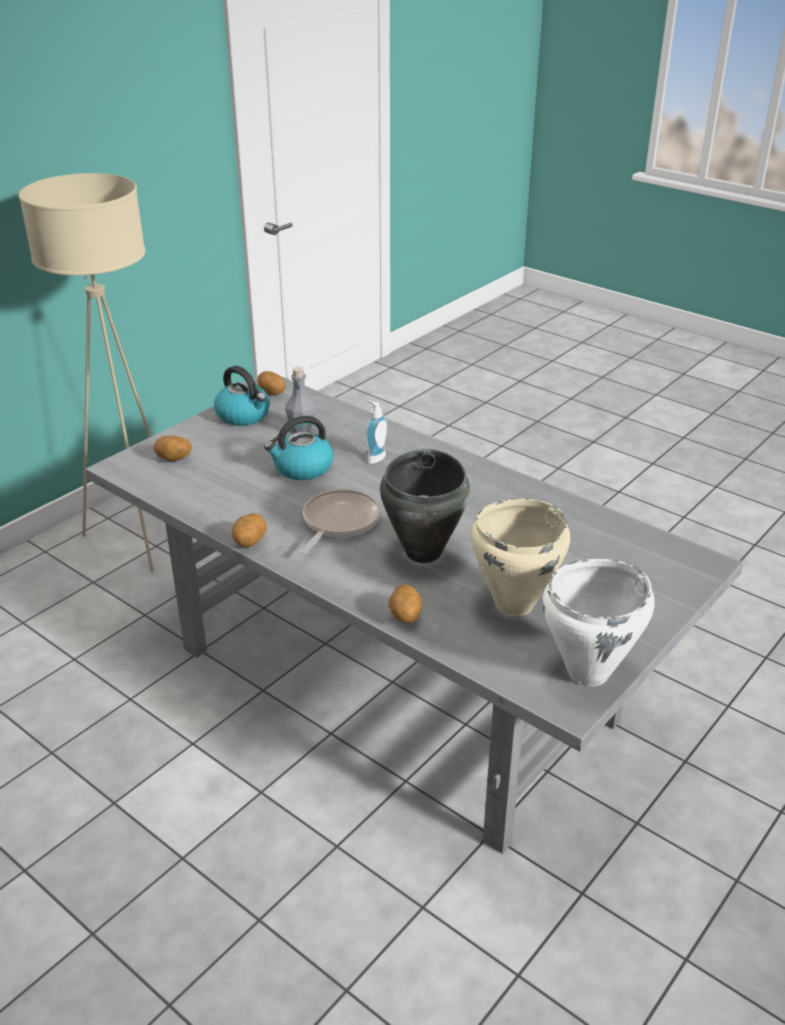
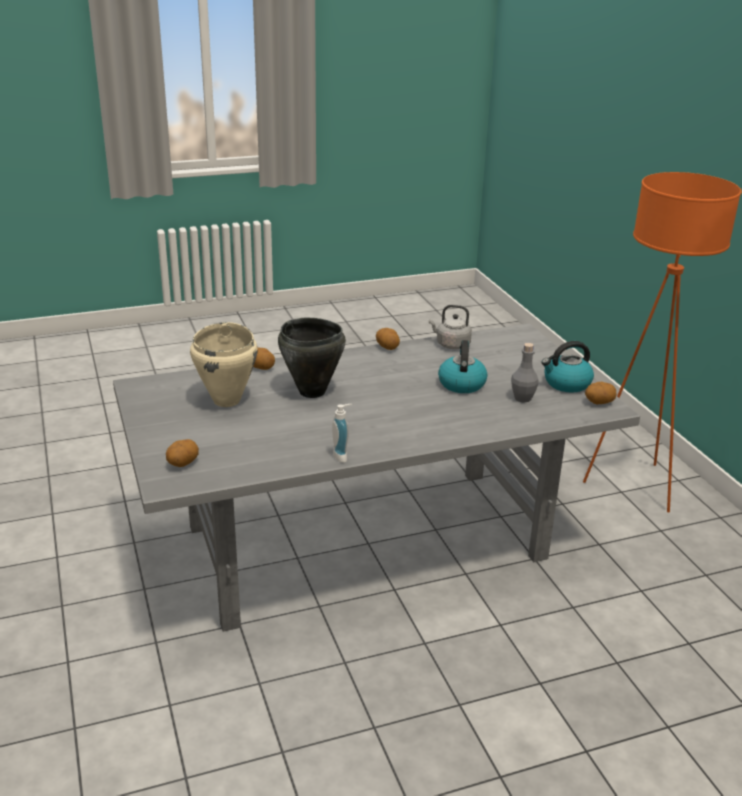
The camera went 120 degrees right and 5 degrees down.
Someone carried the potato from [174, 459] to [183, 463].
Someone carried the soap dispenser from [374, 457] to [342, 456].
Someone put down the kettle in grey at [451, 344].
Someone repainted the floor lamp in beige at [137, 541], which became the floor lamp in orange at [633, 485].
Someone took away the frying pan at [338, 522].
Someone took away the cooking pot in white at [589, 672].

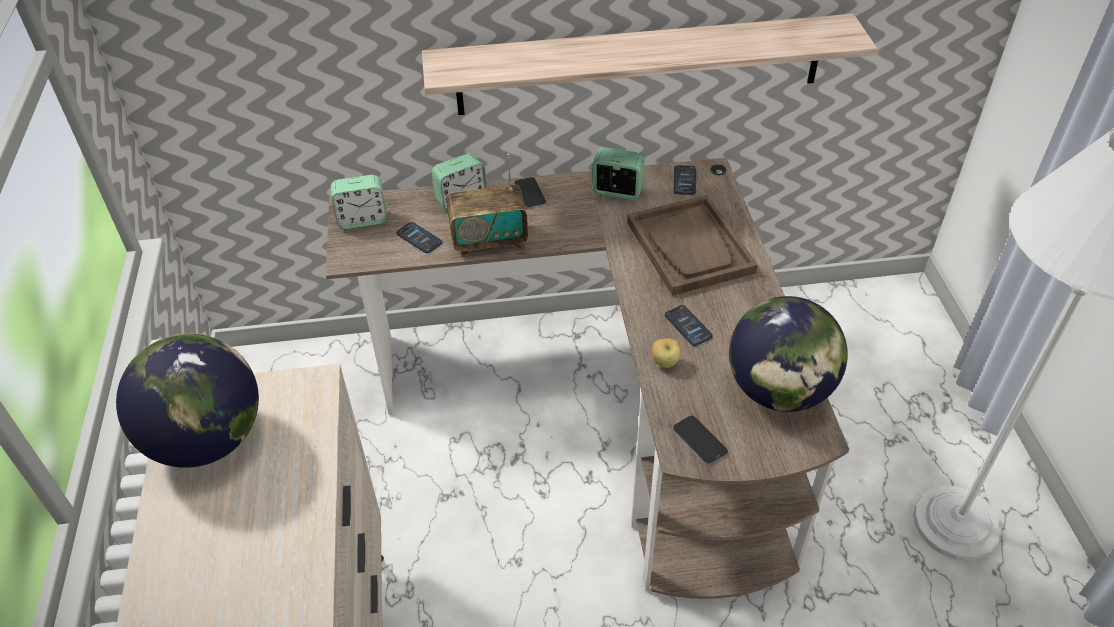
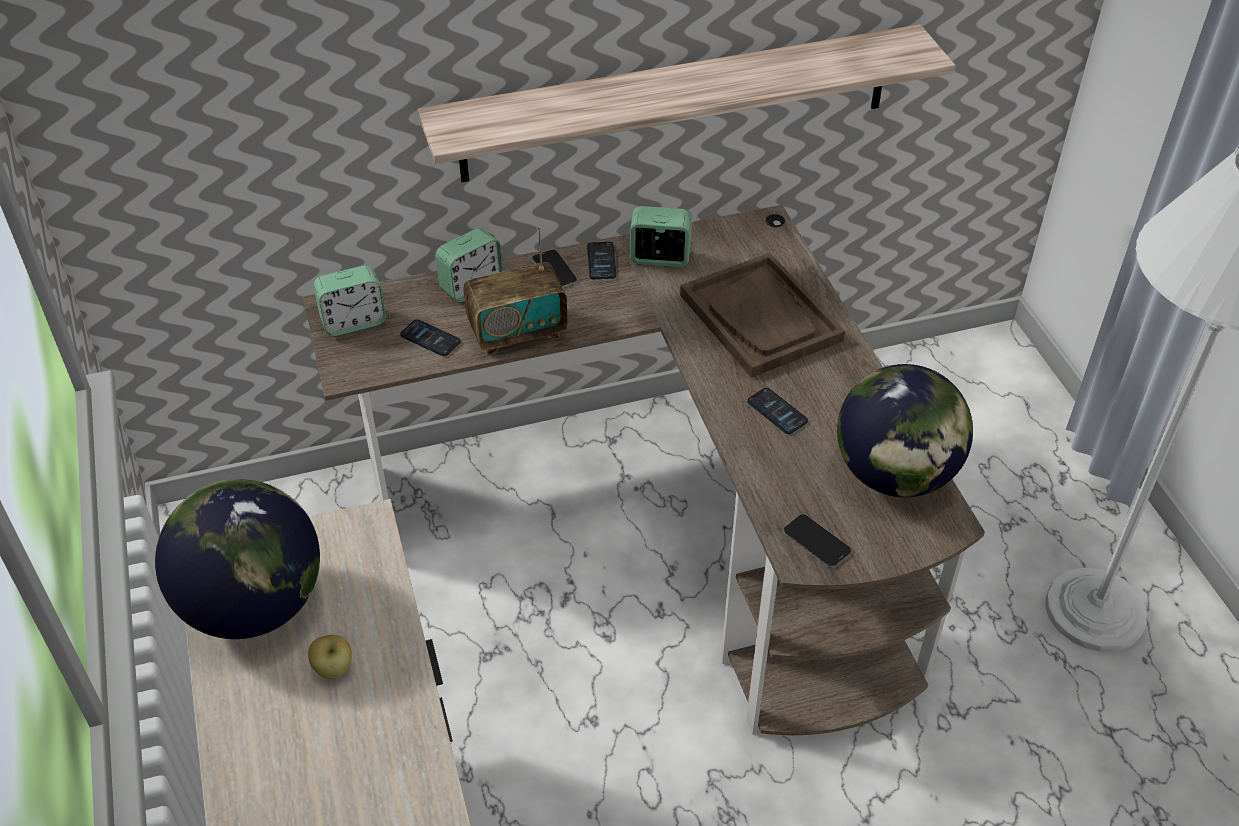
The camera went 10 degrees left and 0 degrees up.
Someone carried the apple from [665, 363] to [334, 669].
Someone carried the phone from [684, 180] to [601, 261].

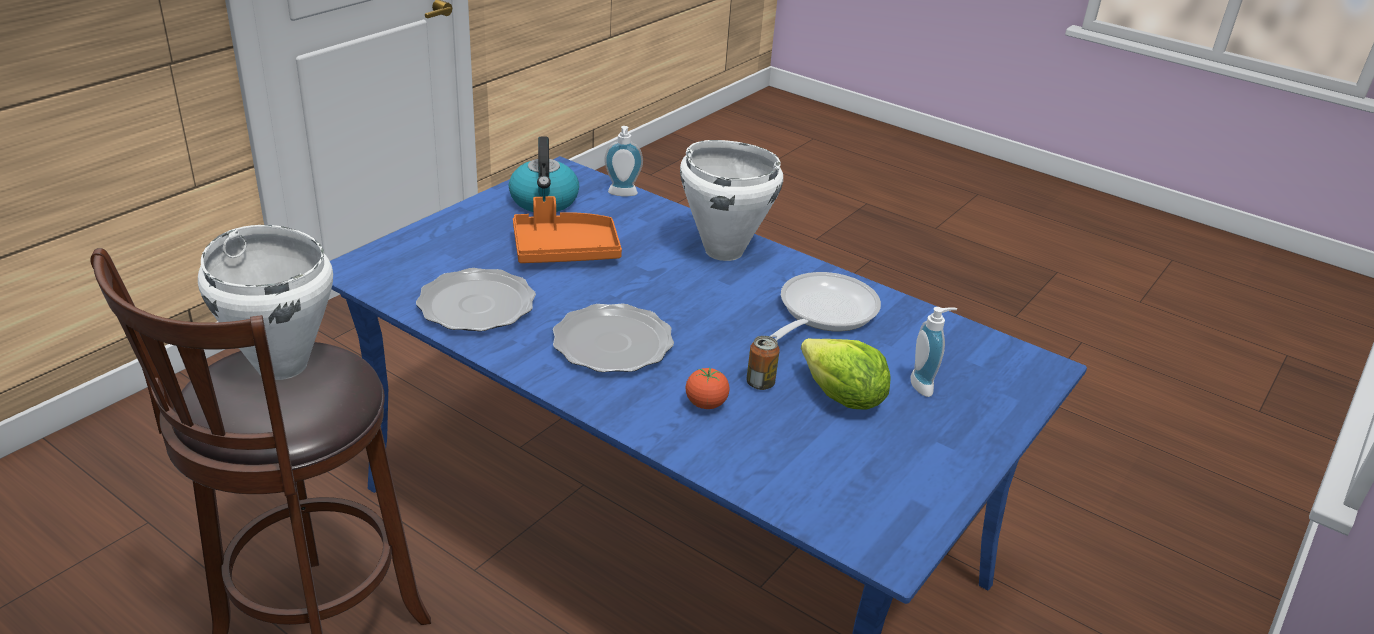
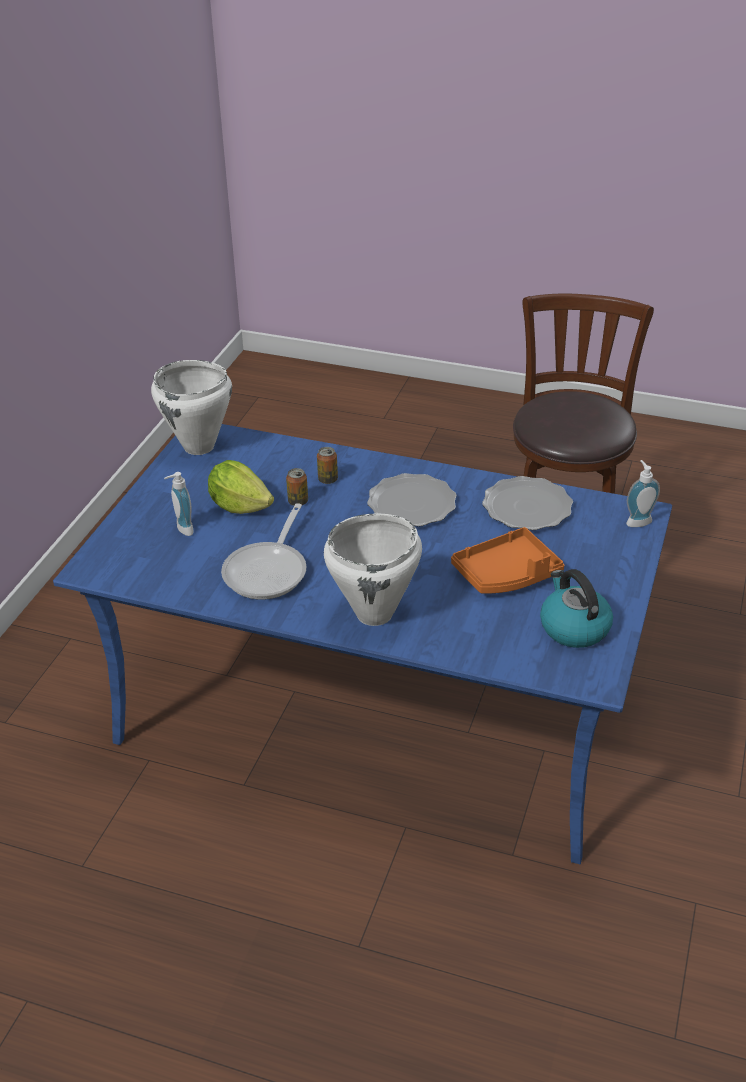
The camera went 165 degrees right and 5 degrees up.
Someone carried the cooking pot in white from [282, 365] to [199, 447].
Someone swapped the tomato at [706, 404] for the can at [328, 479].
Someone carried the soap dispenser from [622, 195] to [637, 521].

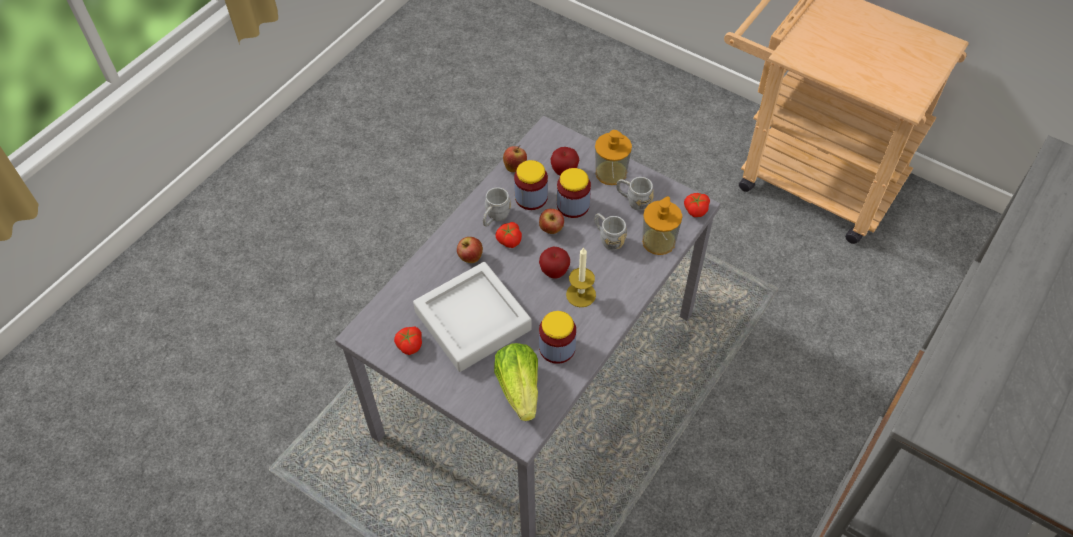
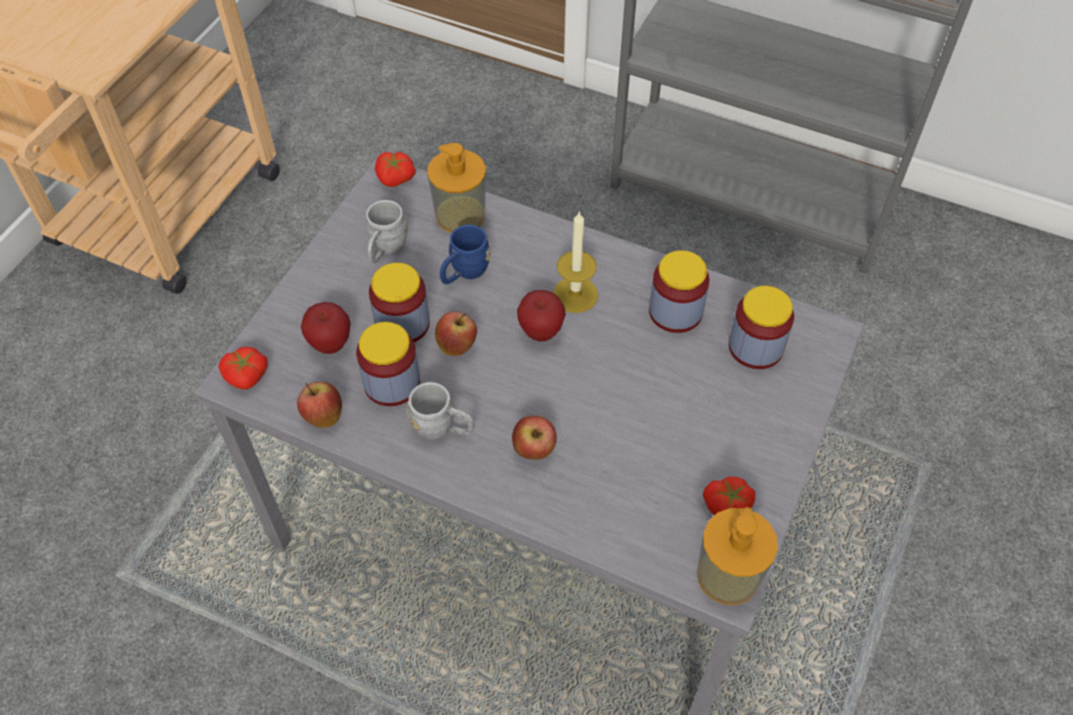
The camera went 100 degrees left and 0 degrees up.
Someone carried the tomato from [508, 240] to [246, 377].
Someone repainted the mug in grey at [608, 238], which became the mug in blue at [464, 273].
Someone carried the soap dispenser from [611, 173] to [728, 575].
Someone swapped the lettuce at [519, 388] for the jar at [755, 347].
Someone took away the tray in grey at [473, 321].

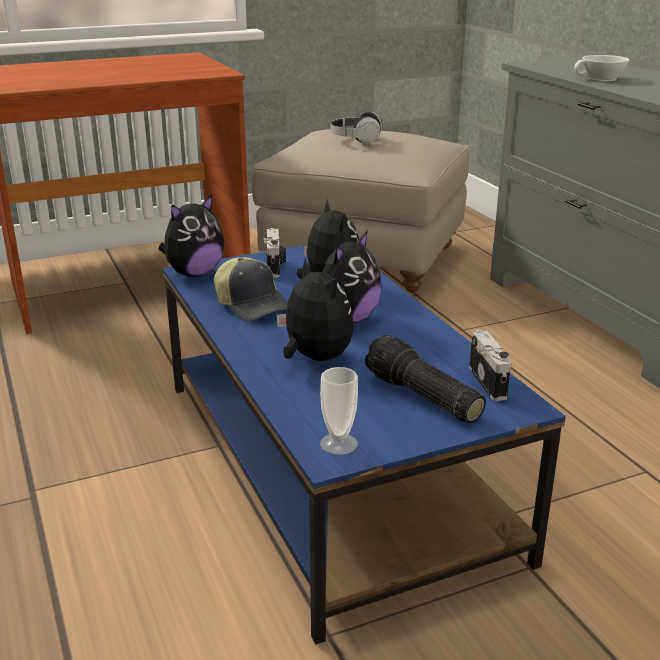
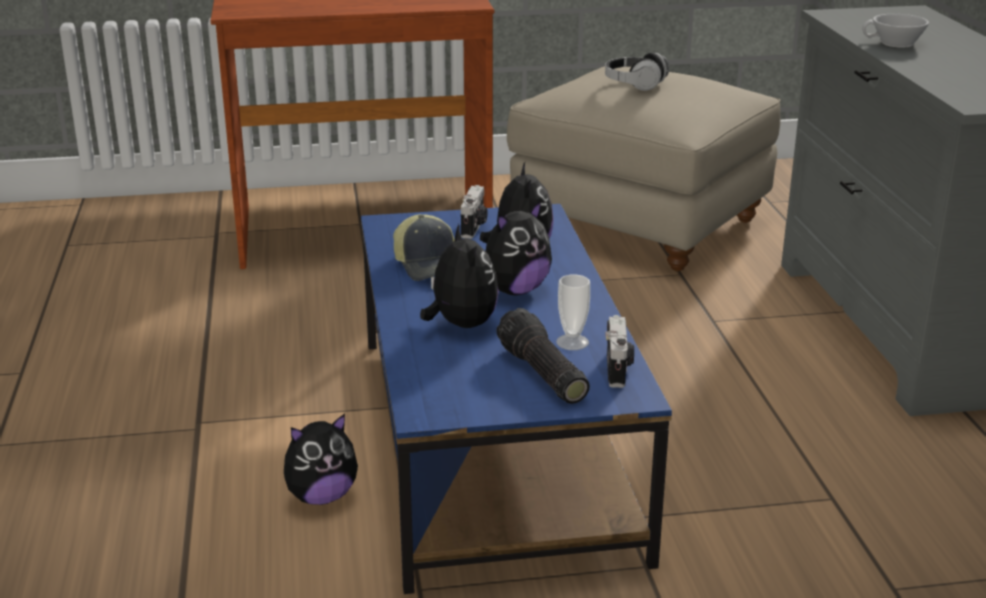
The camera went 15 degrees right and 0 degrees up.
Someone carried the plush toy from [194, 273] to [321, 496].
Someone carried the cup from [338, 444] to [572, 342].

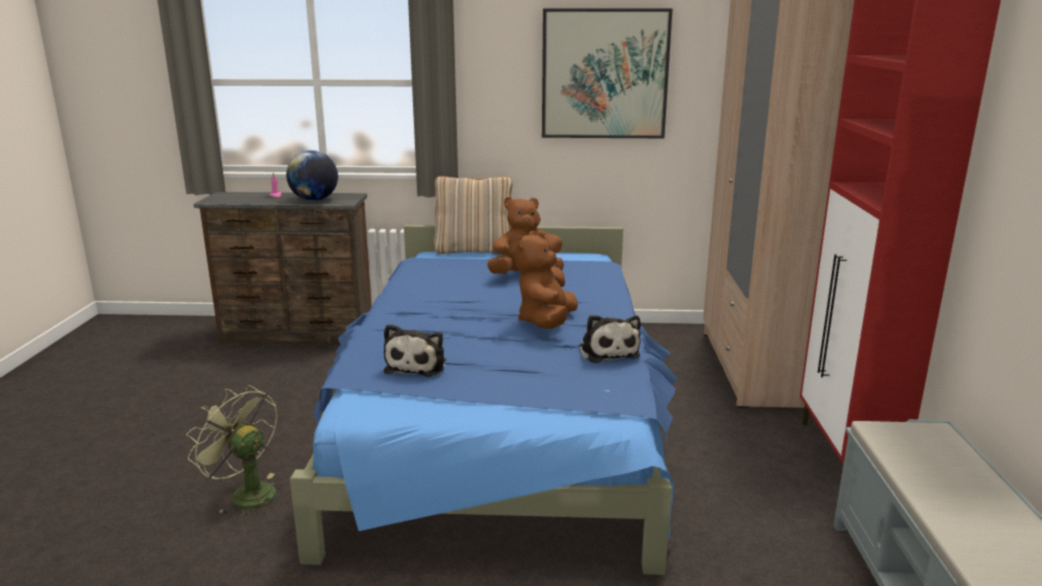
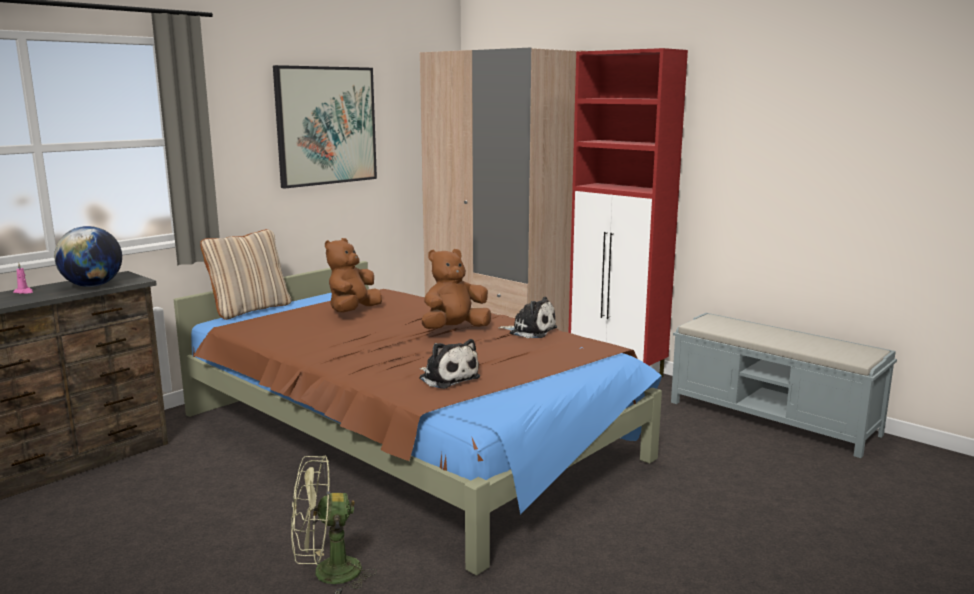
The camera went 50 degrees left and 5 degrees down.
Someone repainted the bed in blue at [501, 419], which became the bed in brown at [409, 437].
Someone rotated the plush toy in brown at [546, 322] by 90 degrees clockwise.

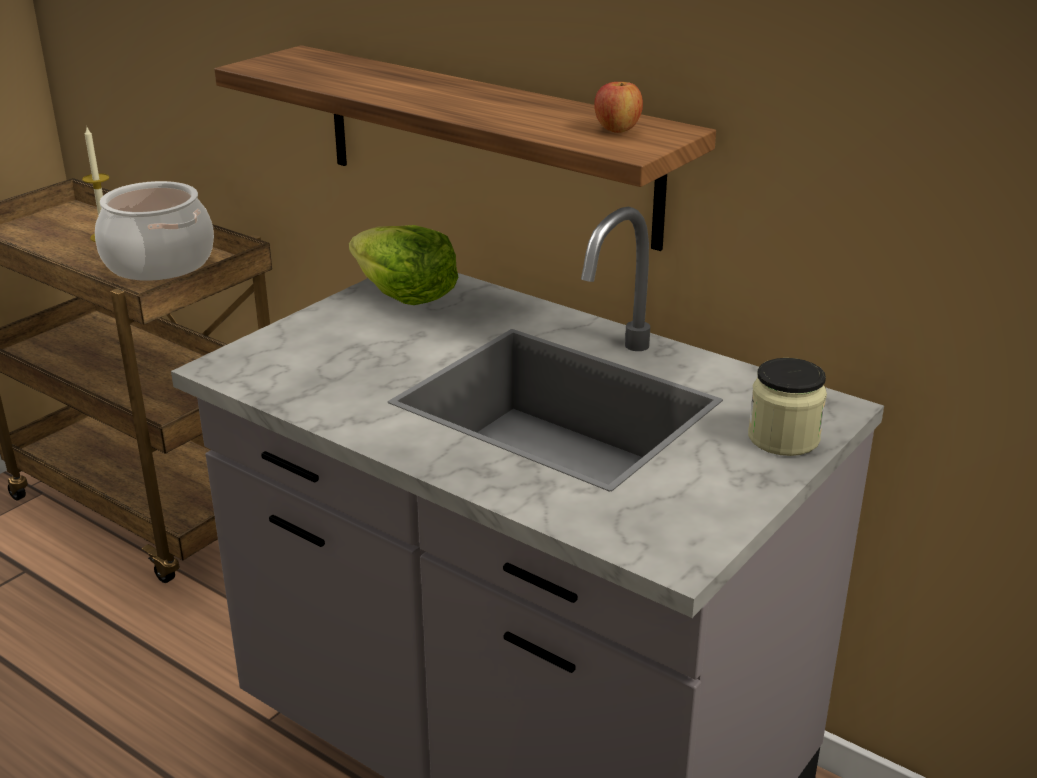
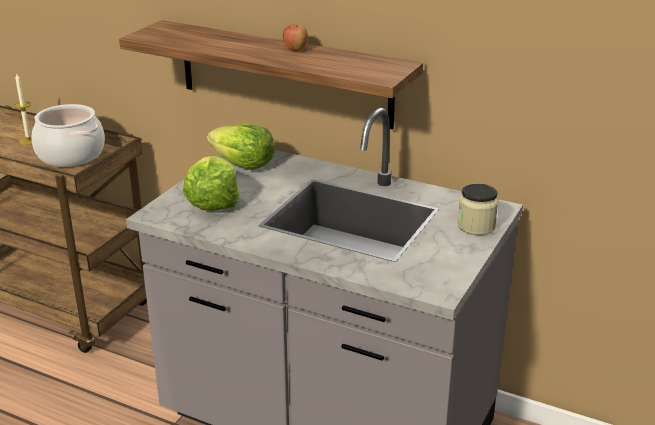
The camera went 10 degrees left and 0 degrees up.
Someone put down the lettuce at [212, 201].
Someone carried the apple from [617, 130] to [295, 49].

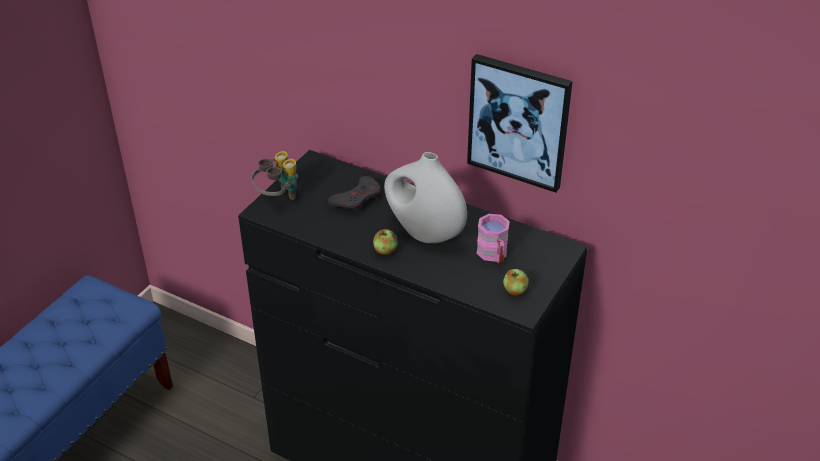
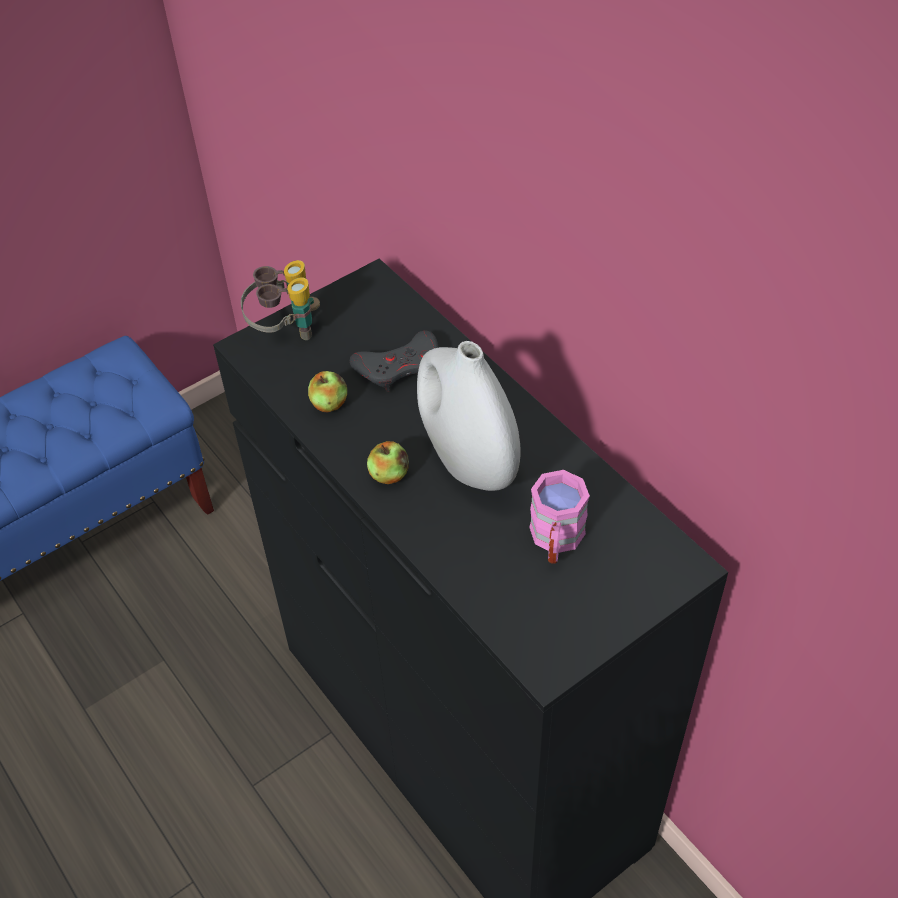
The camera went 25 degrees right and 10 degrees up.
Someone carried the apple from [515, 290] to [329, 403].
Someone took away the picture at [519, 122].

